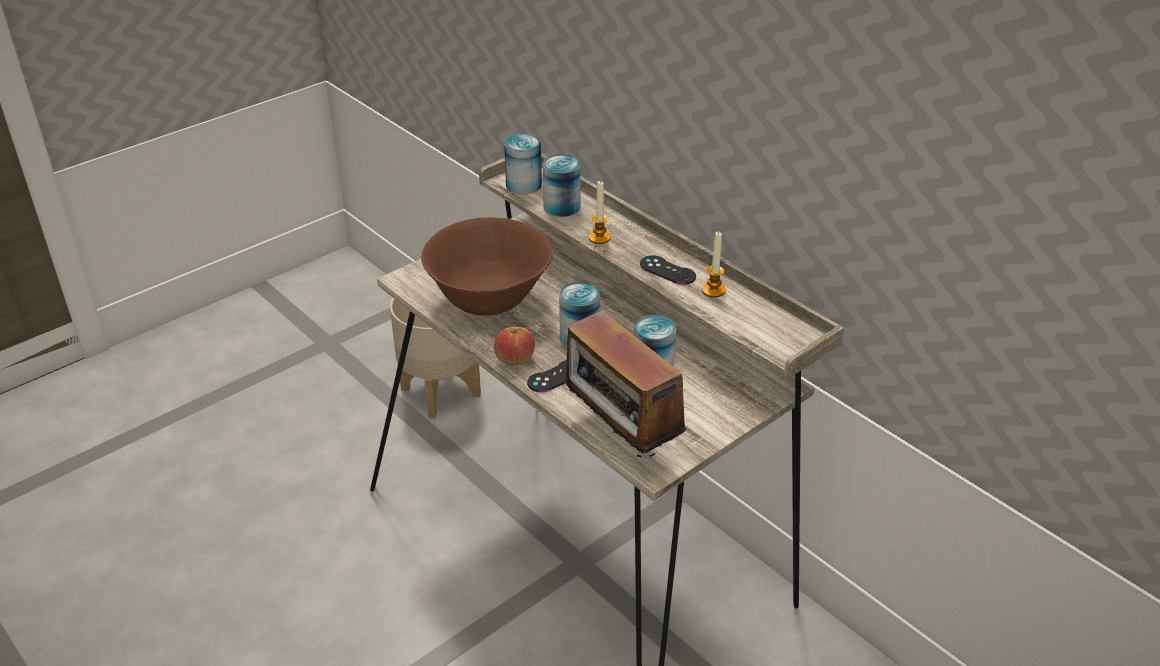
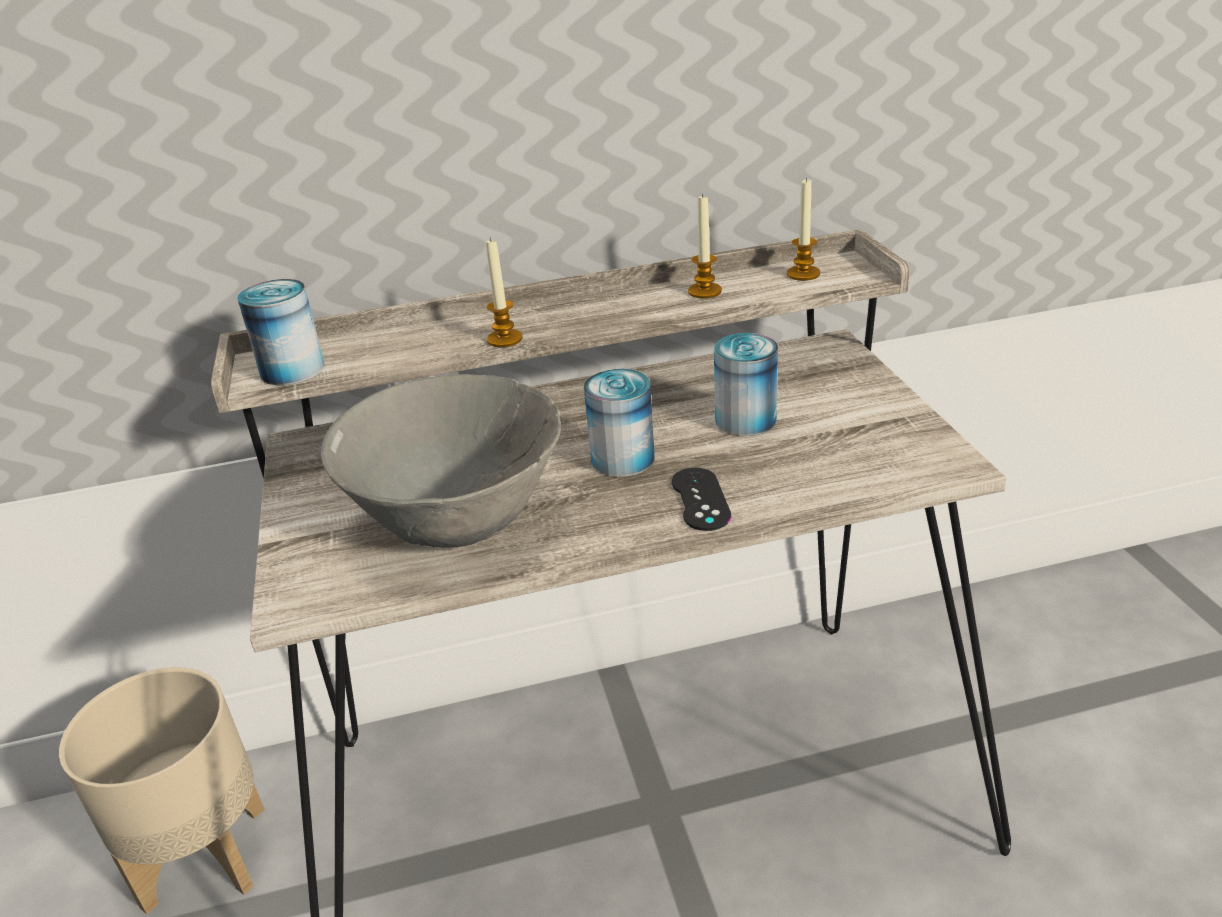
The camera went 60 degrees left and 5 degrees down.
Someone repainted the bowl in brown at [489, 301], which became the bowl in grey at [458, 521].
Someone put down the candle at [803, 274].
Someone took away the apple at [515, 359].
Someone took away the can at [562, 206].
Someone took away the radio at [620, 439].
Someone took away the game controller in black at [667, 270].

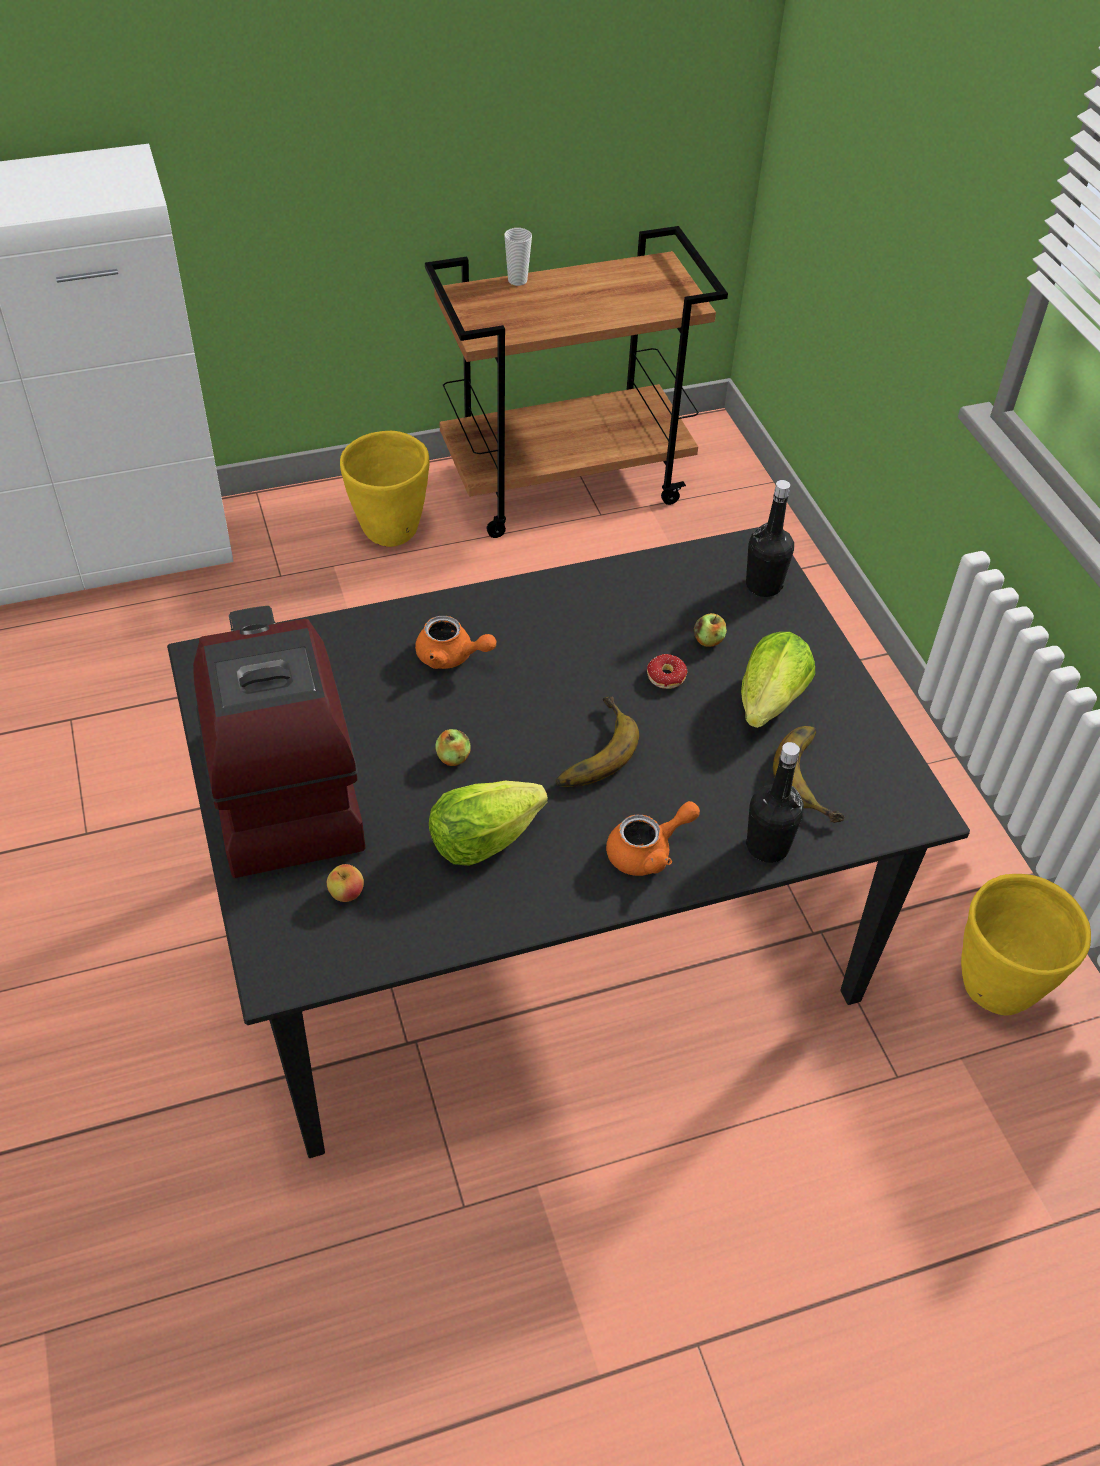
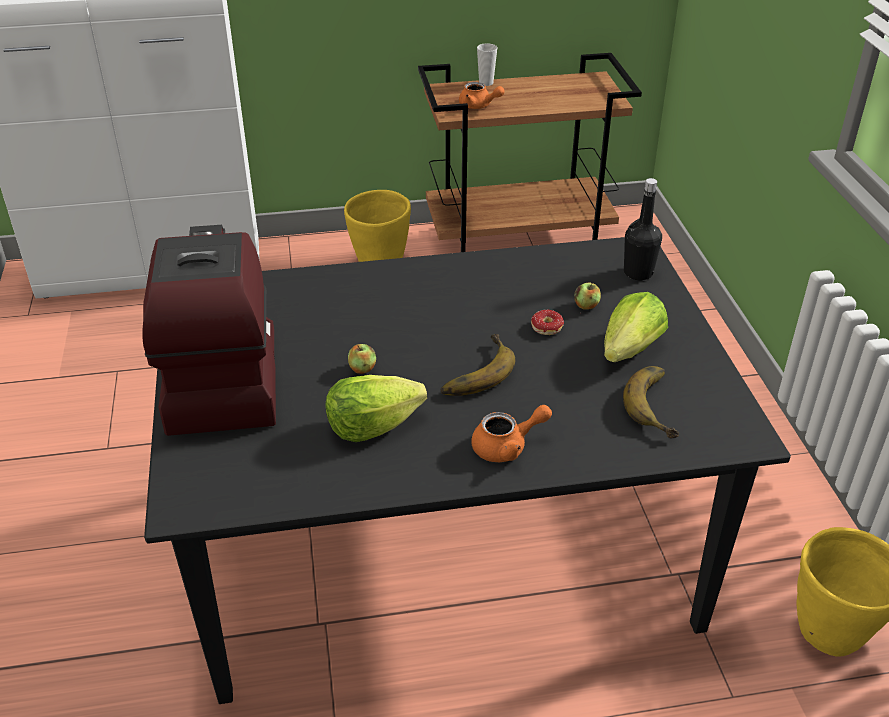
The camera went 10 degrees right and 10 degrees down.
Someone carried the teapot in orange from [451, 657] to [478, 106].
Someone took away the apple at [346, 893].
Someone took away the bottle in black at [767, 846].

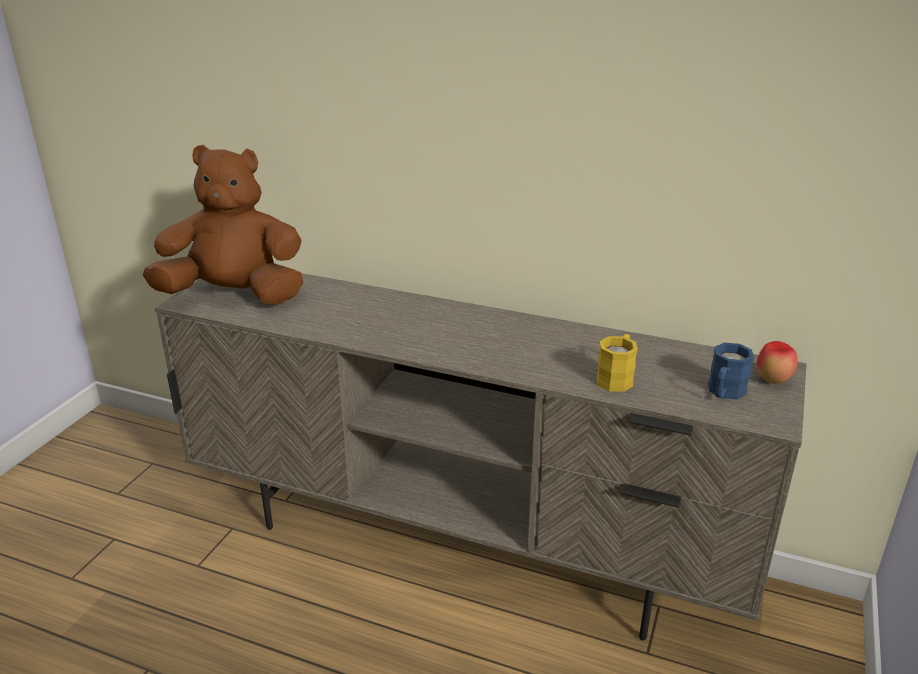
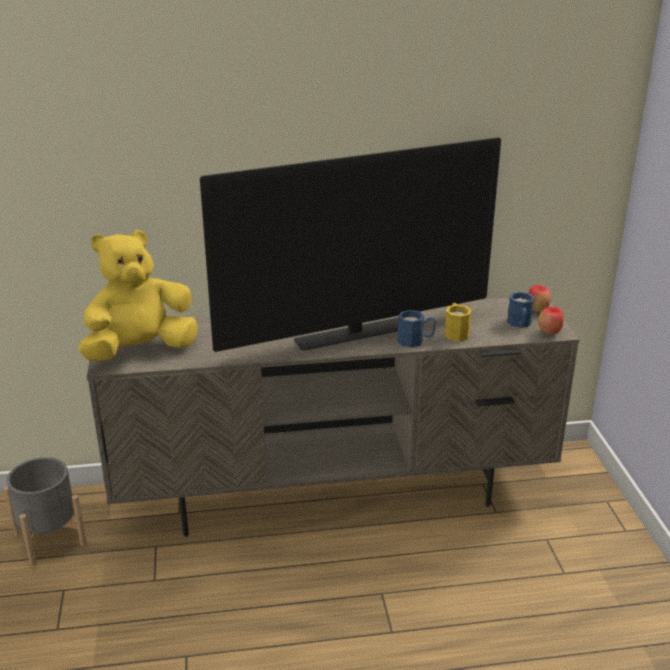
The camera went 30 degrees left and 0 degrees up.
Someone put down the planter in grey at [50, 539].
Someone repainted the plush toy in brown at [235, 296], which became the plush toy in yellow at [140, 350].
Someone put down the television at [355, 334].
Someone put down the mug in blue at [416, 341].
Someone put down the apple at [549, 332].

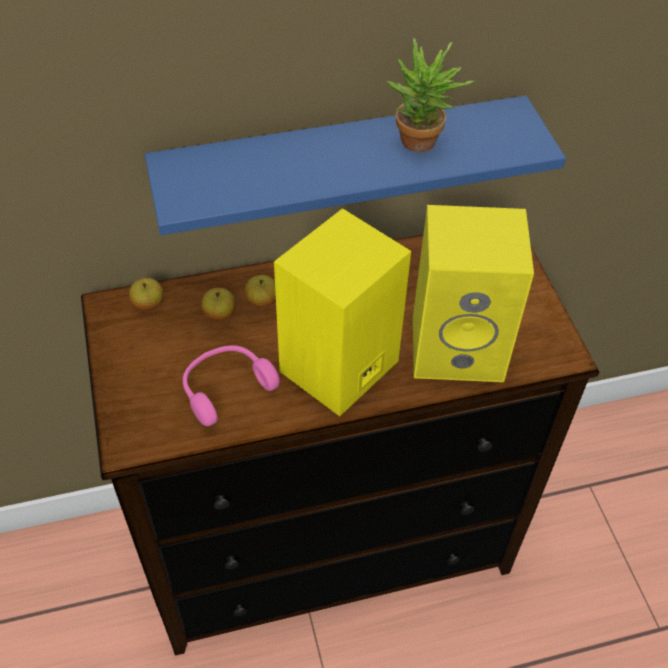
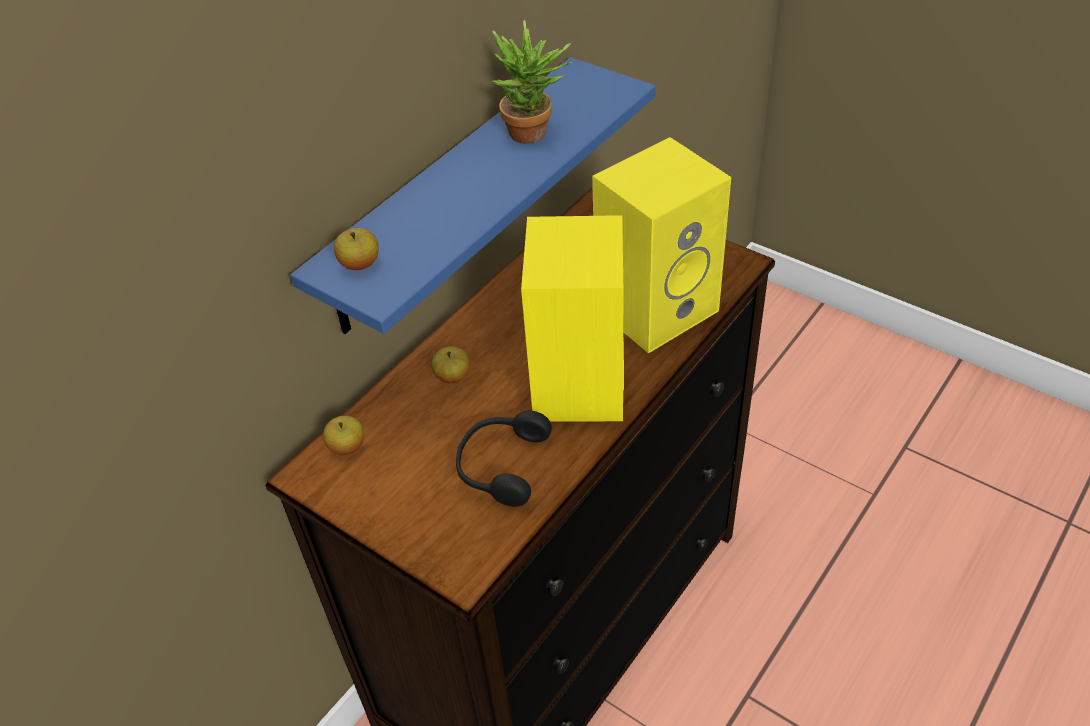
The camera went 35 degrees left and 5 degrees down.
Someone carried the apple from [219, 314] to [360, 264].
Someone repainted the headphones in pink at [225, 387], which became the headphones in black at [500, 465].

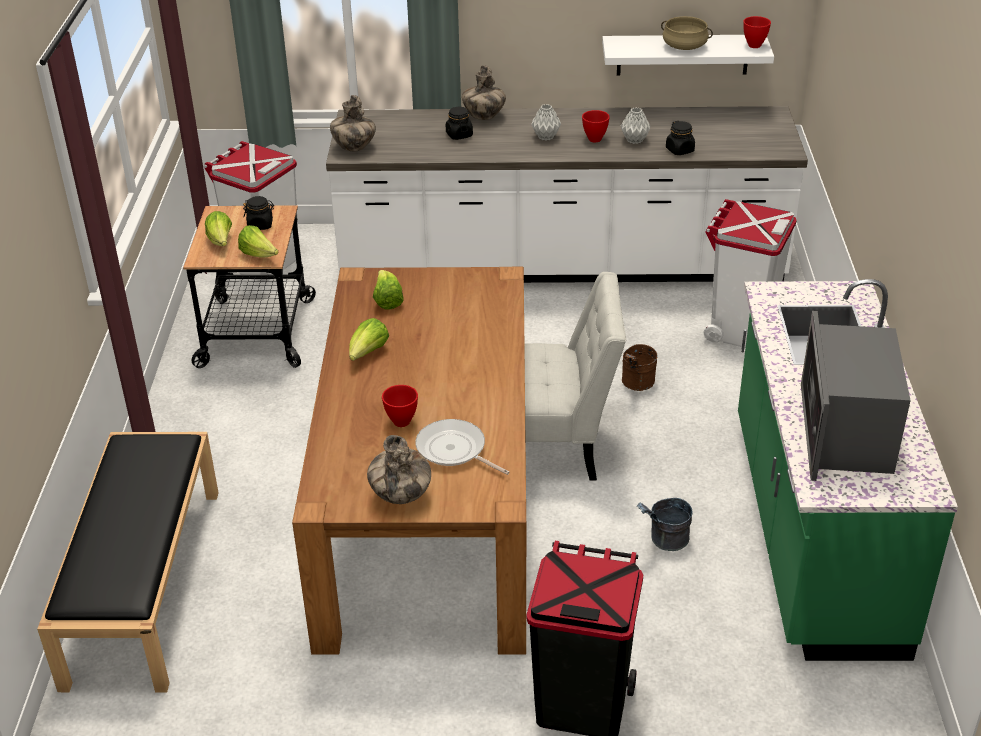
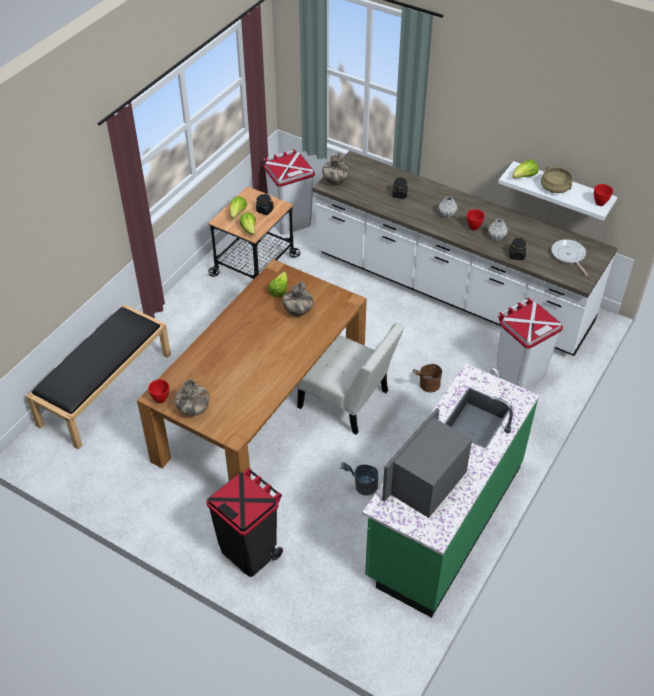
The camera went 30 degrees right and 10 degrees up.
Someone carried the bowl in red from [402, 422] to [161, 400].
Someone carried the vase from [483, 117] to [298, 311].
Someone carried the lettuce from [368, 353] to [524, 177].
Someone carried the frying pan from [454, 450] to [569, 256].

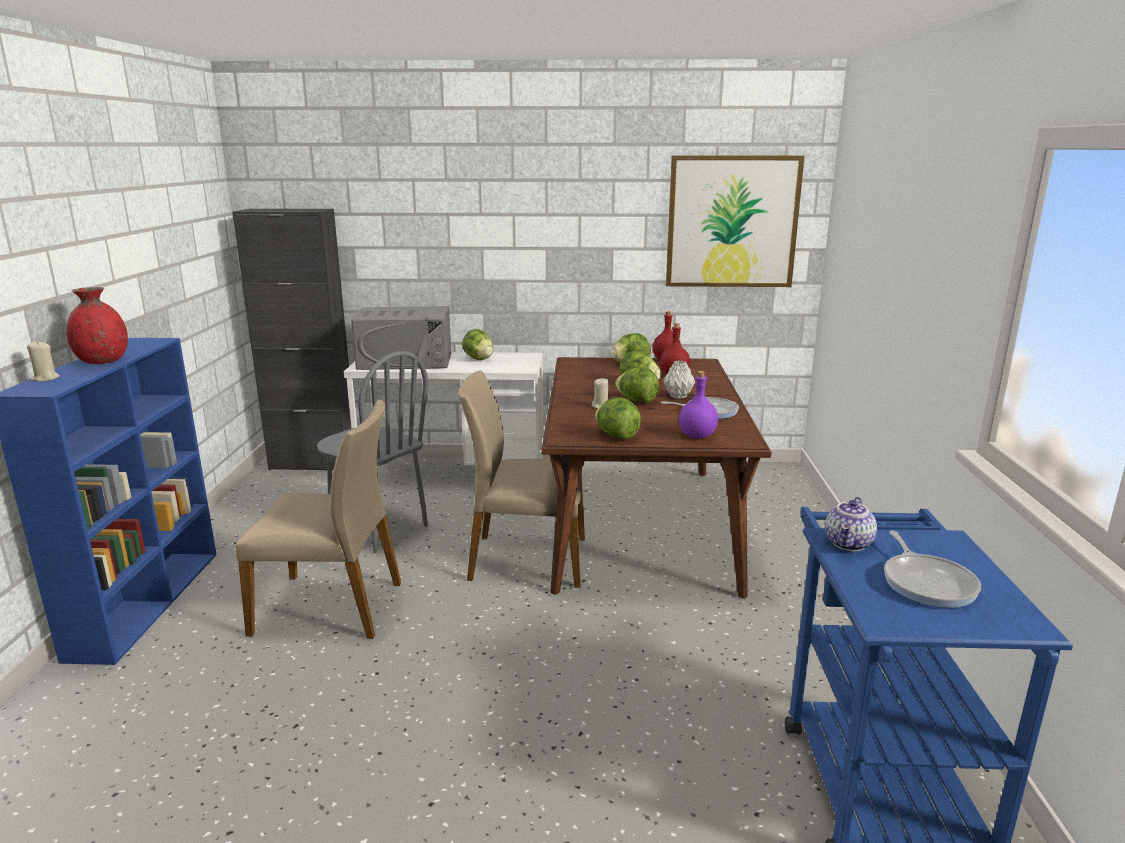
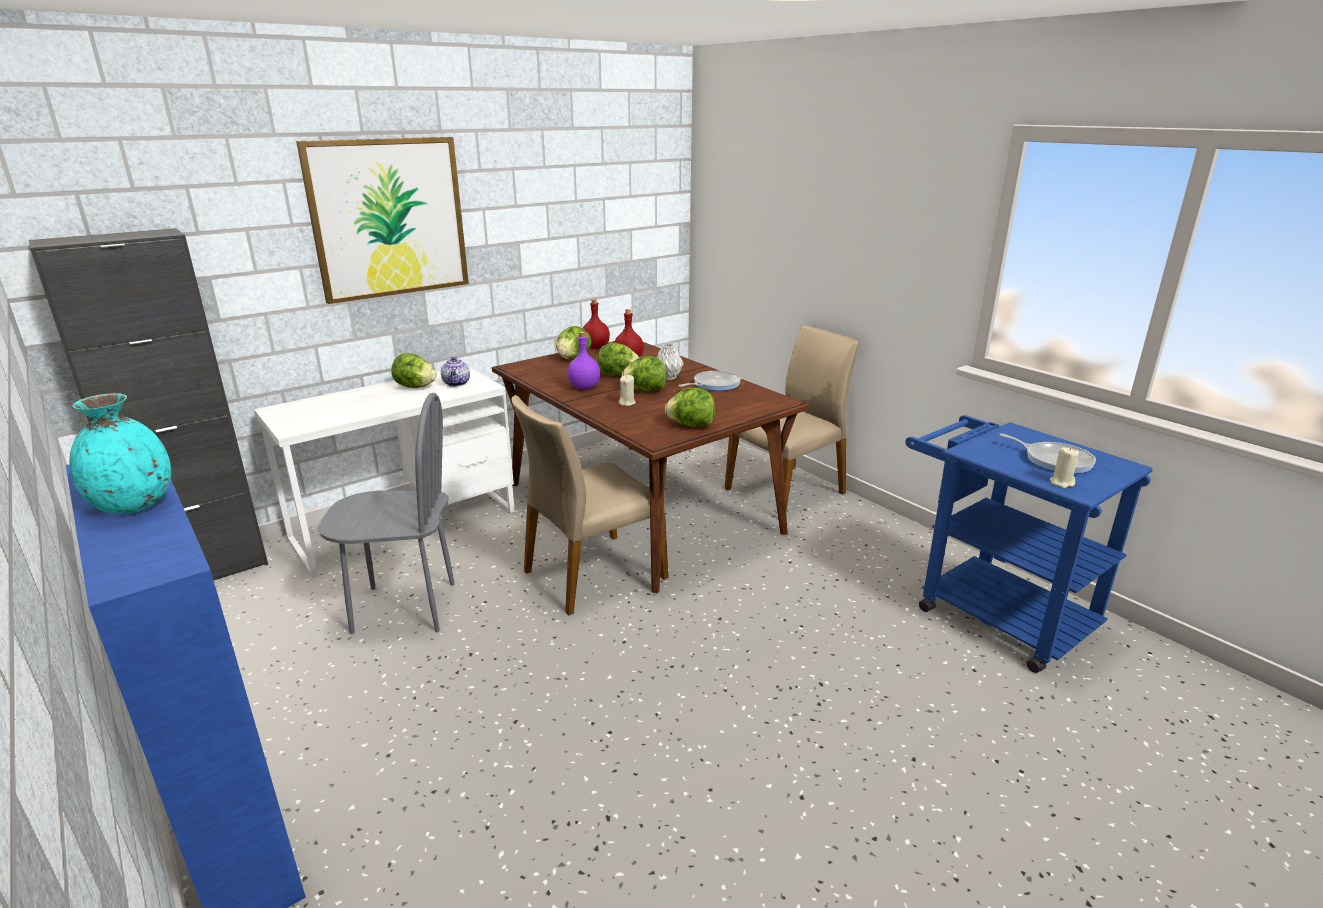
The camera went 40 degrees left and 5 degrees up.
Someone repainted the vase in red at [102, 361], which became the vase in turquoise at [134, 505].
Someone carried the picture from [732, 222] to [389, 218].
Someone carried the teapot from [849, 544] to [457, 383].
Someone carried the bottle in purple from [696, 435] to [584, 387].
Someone carried the chair in beige from [331, 607] to [787, 491].
Someone carried the candle in beige from [45, 378] to [1061, 483].
Someone took away the microwave in grey at [405, 361].

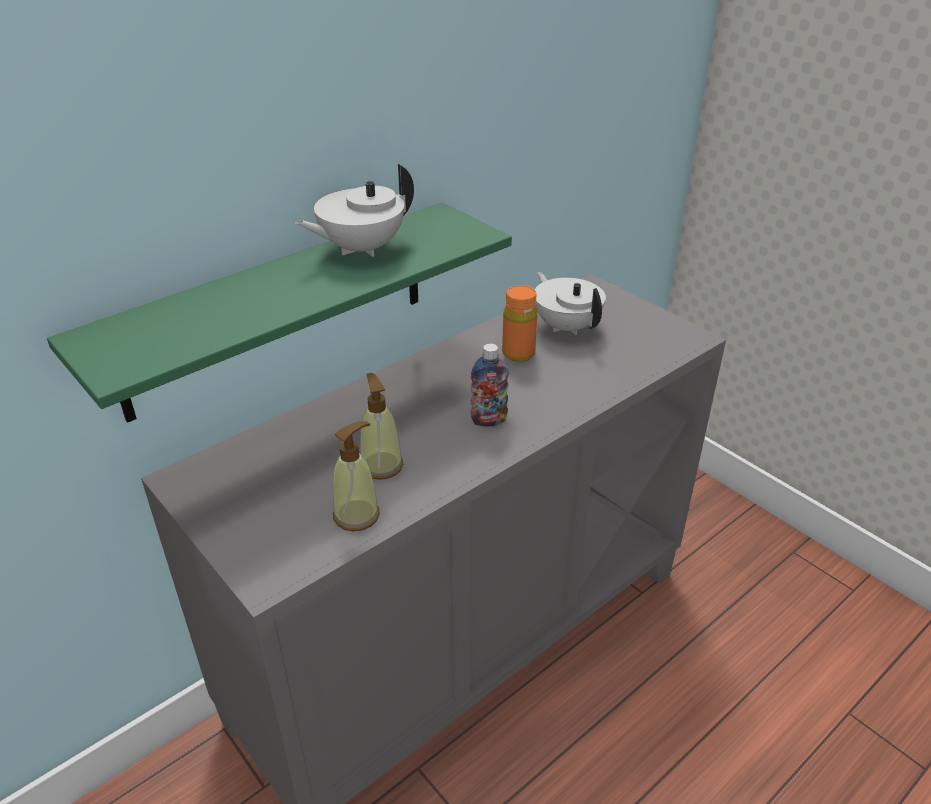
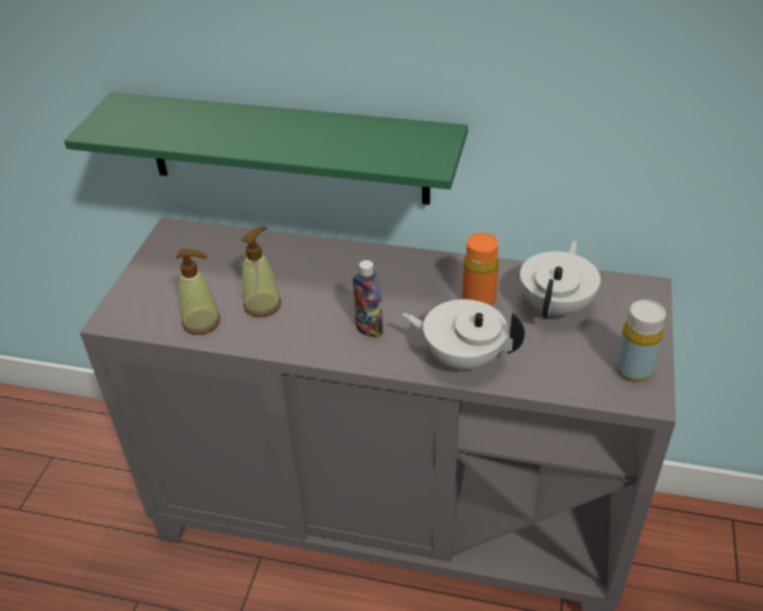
The camera went 55 degrees right and 5 degrees up.
Someone carried the teapot in white from [360, 249] to [462, 357].
Someone put down the bottle in yellow at [633, 370].

